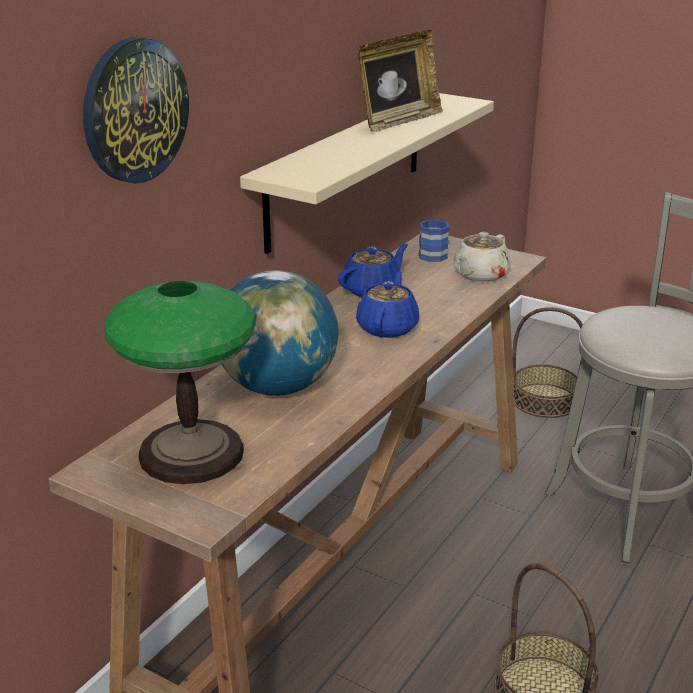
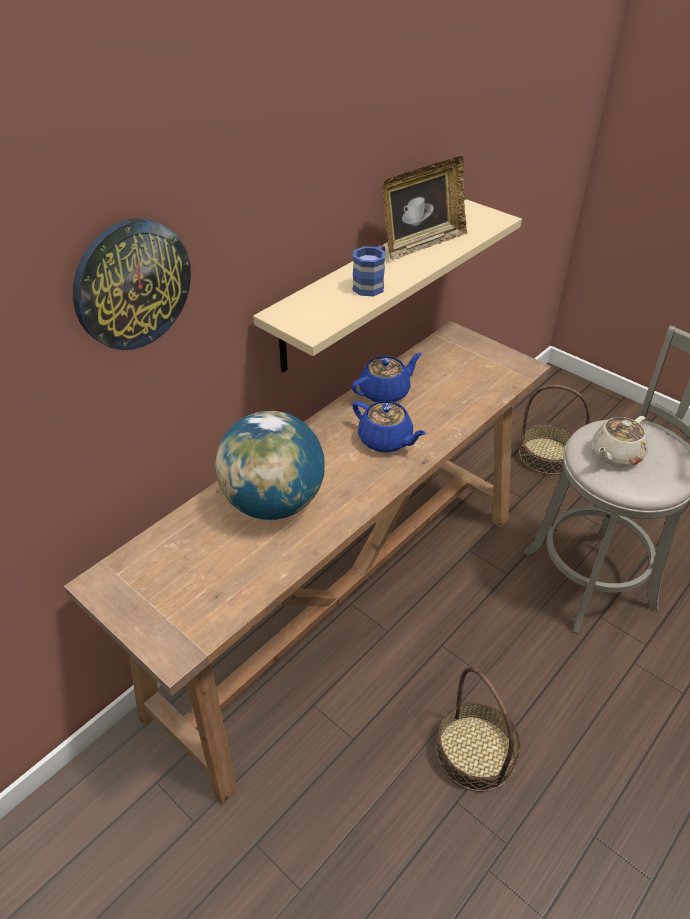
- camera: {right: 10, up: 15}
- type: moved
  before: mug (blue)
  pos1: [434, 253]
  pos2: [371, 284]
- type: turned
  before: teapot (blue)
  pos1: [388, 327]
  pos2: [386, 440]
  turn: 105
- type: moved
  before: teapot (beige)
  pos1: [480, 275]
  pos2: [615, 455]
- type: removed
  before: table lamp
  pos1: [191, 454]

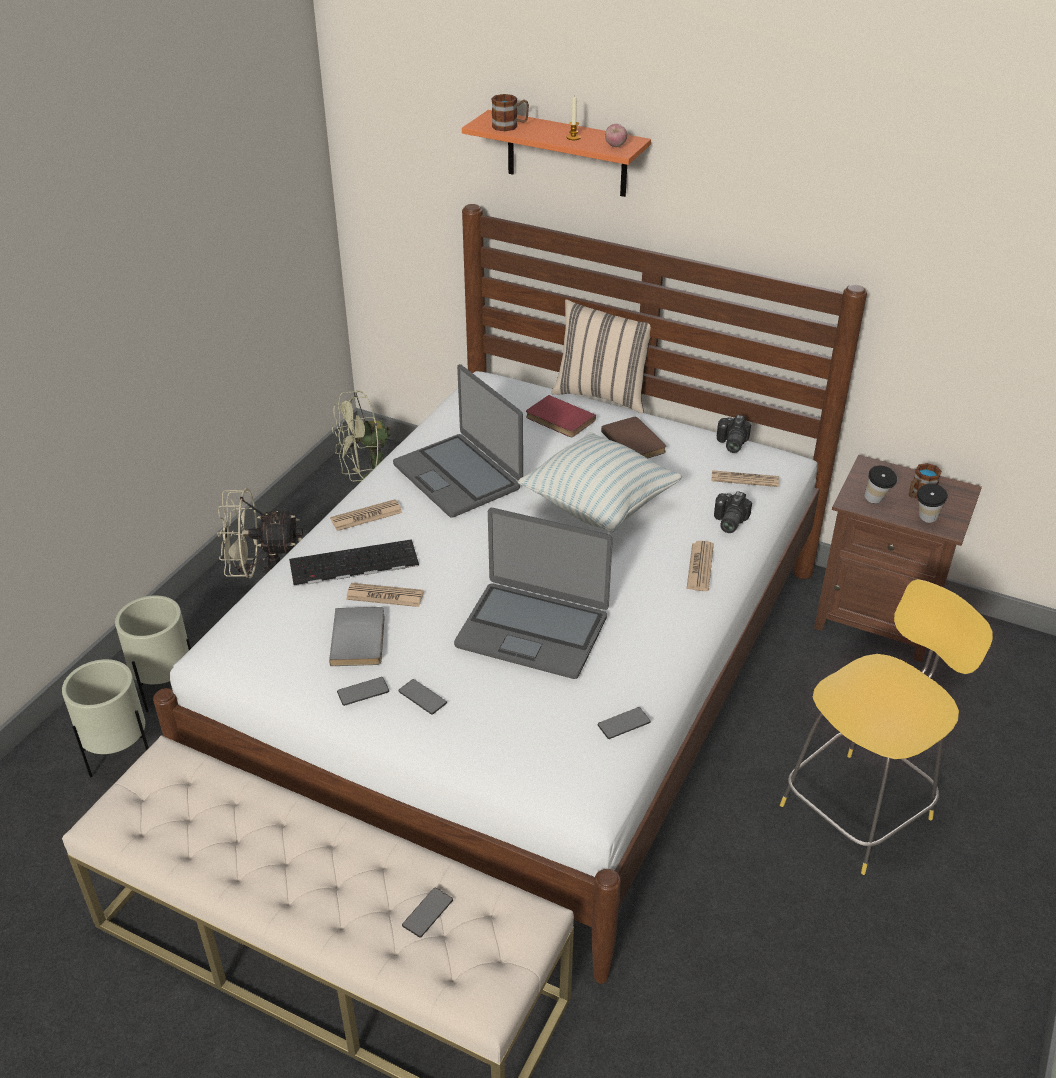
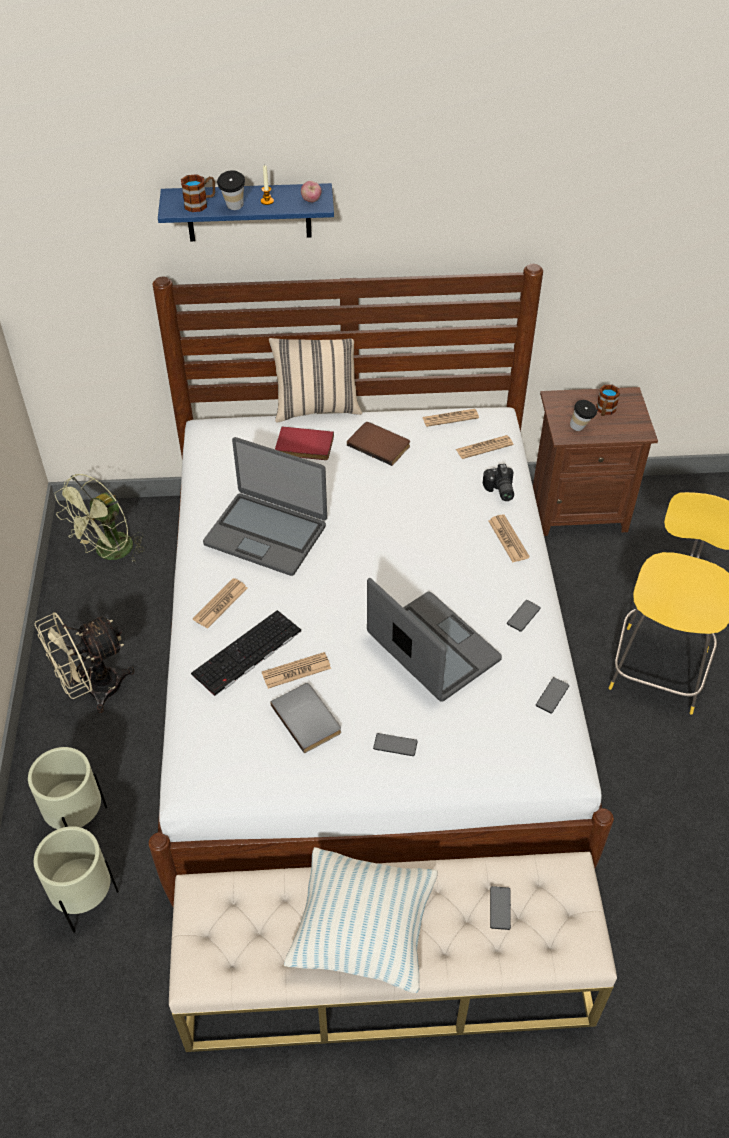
- camera: {right: -30, up: 10}
- type: recoloured
  before: shelf (orange)
  after: shelf (blue)
  pos1: [567, 154]
  pos2: [248, 212]
- type: moved
  before: cup
  pos1: [925, 520]
  pos2: [234, 209]
- type: moved
  before: pillow
  pos1: [599, 506]
  pos2: [363, 932]
- type: turned
  before: laptop
  pos1: [533, 630]
  pos2: [432, 648]
  turn: -120
- type: replaced
  before: photo camera
  after: newspaper
  pos1: [730, 443]
  pos2: [450, 418]
- type: moved
  before: phone
  pos1: [363, 692]
  pos2: [523, 616]

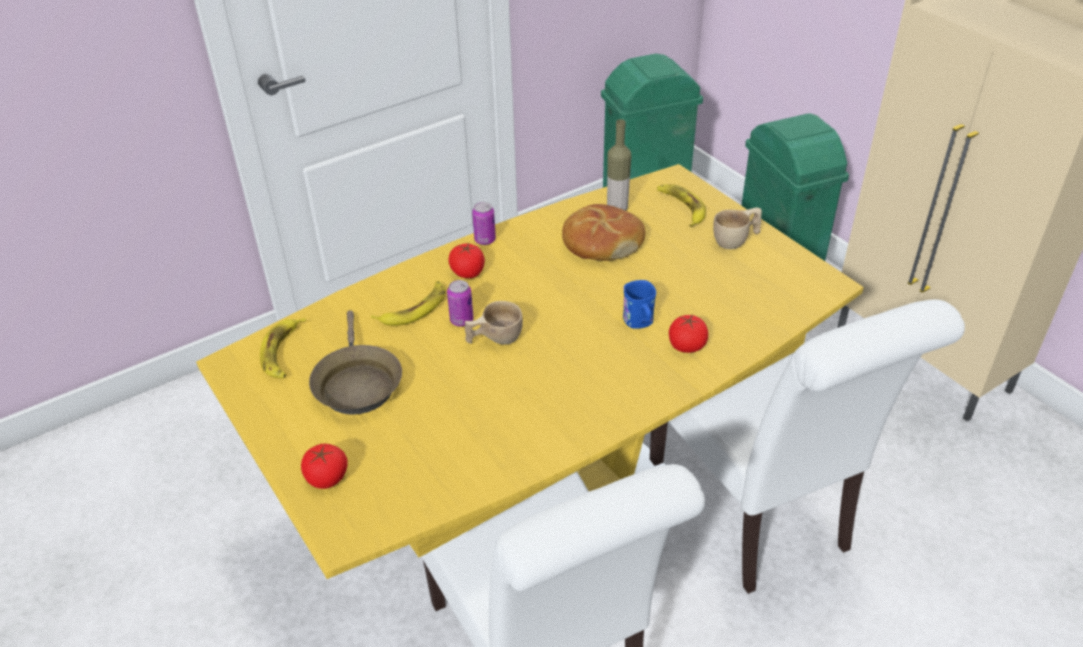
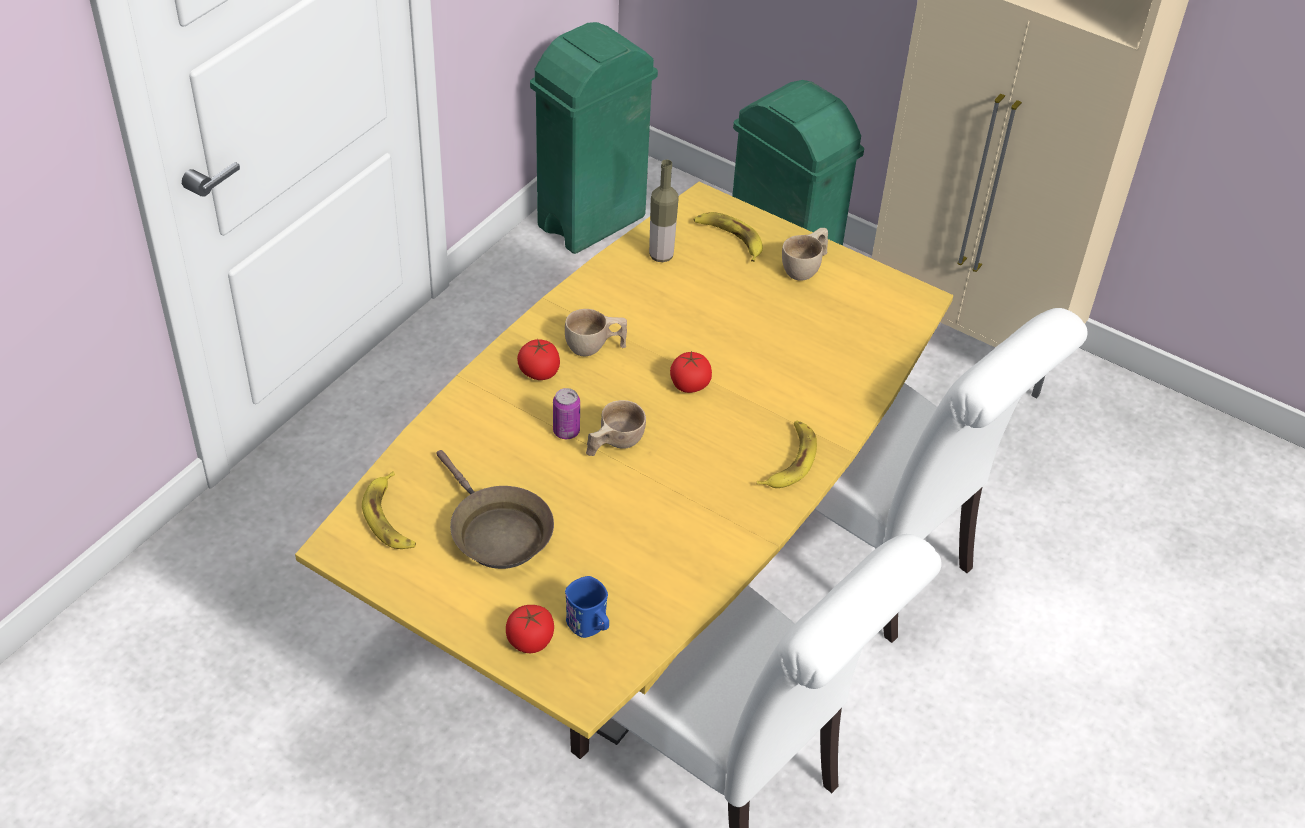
- camera: {right: -25, up: 5}
- type: added
  after: cup (beige)
  pos2: [595, 347]
- type: moved
  before: mug (blue)
  pos1: [640, 322]
  pos2: [590, 626]
- type: moved
  before: tomato
  pos1: [686, 346]
  pos2: [689, 385]
- type: moved
  before: banana
  pos1: [414, 308]
  pos2: [789, 460]
- type: removed
  before: can
  pos1: [485, 240]
- type: removed
  before: bread
  pos1: [601, 243]

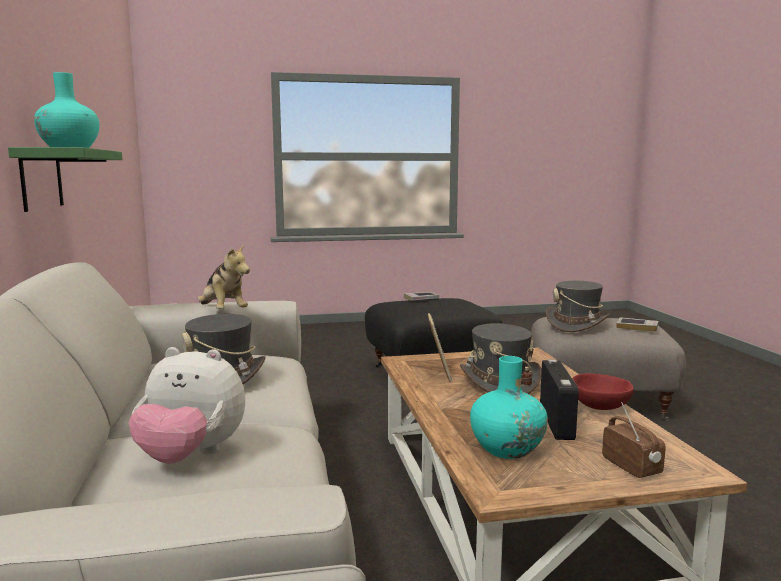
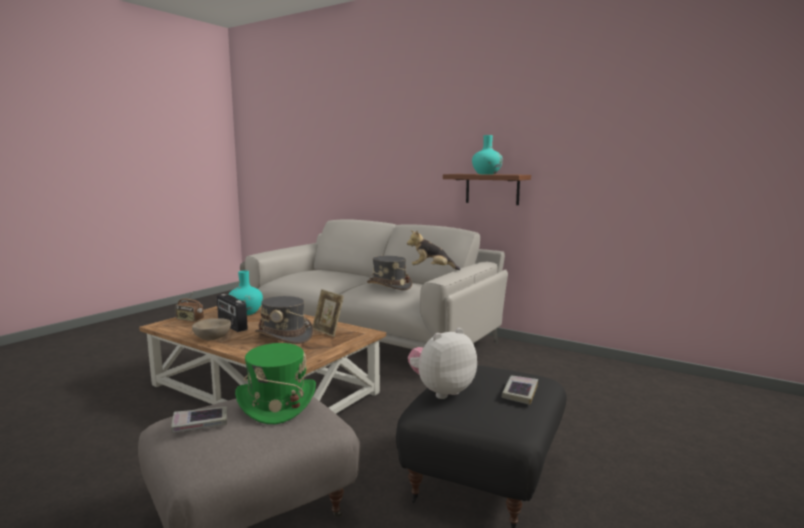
- camera: {right: 135, up: 0}
- type: recoloured
  before: bowl (red)
  after: bowl (beige)
  pos1: [600, 407]
  pos2: [213, 338]
- type: recoloured
  before: hat (grey)
  after: hat (green)
  pos1: [577, 324]
  pos2: [276, 403]
- type: moved
  before: plush toy
  pos1: [191, 457]
  pos2: [441, 391]
- type: recoloured
  before: shelf (green)
  after: shelf (brown)
  pos1: [41, 179]
  pos2: [492, 189]

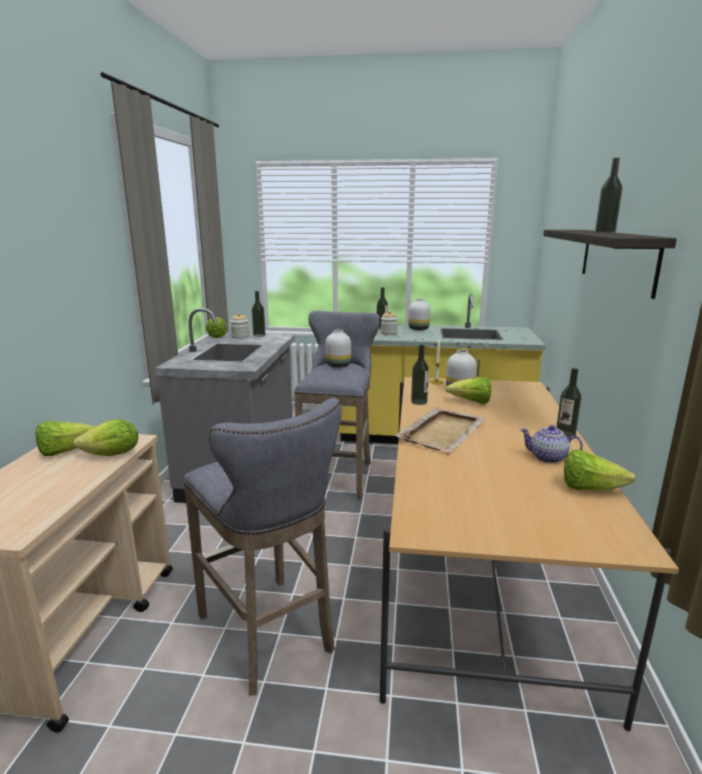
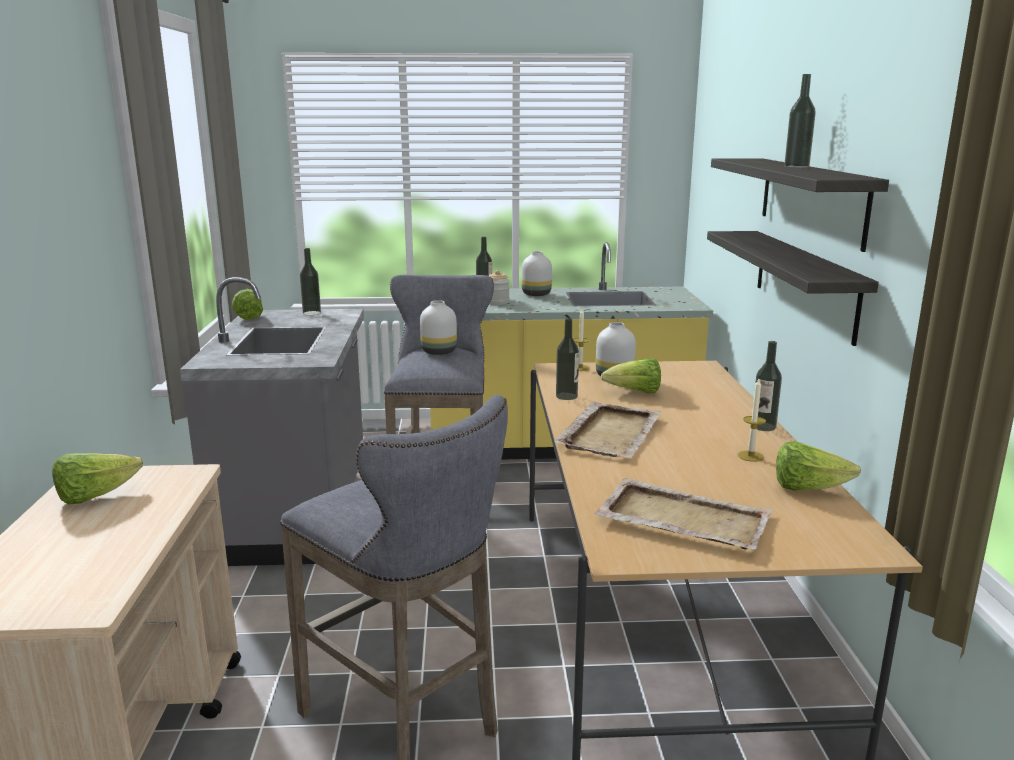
- camera: {right: -10, up: 0}
- type: added
  after: tray (beige)
  pos2: [682, 518]
- type: added
  after: shelf
  pos2: [804, 282]
- type: replaced
  before: teapot
  after: candle
  pos1: [548, 458]
  pos2: [750, 456]
- type: removed
  before: lettuce
  pos1: [113, 455]
- type: removed
  before: jar
  pos1: [240, 336]

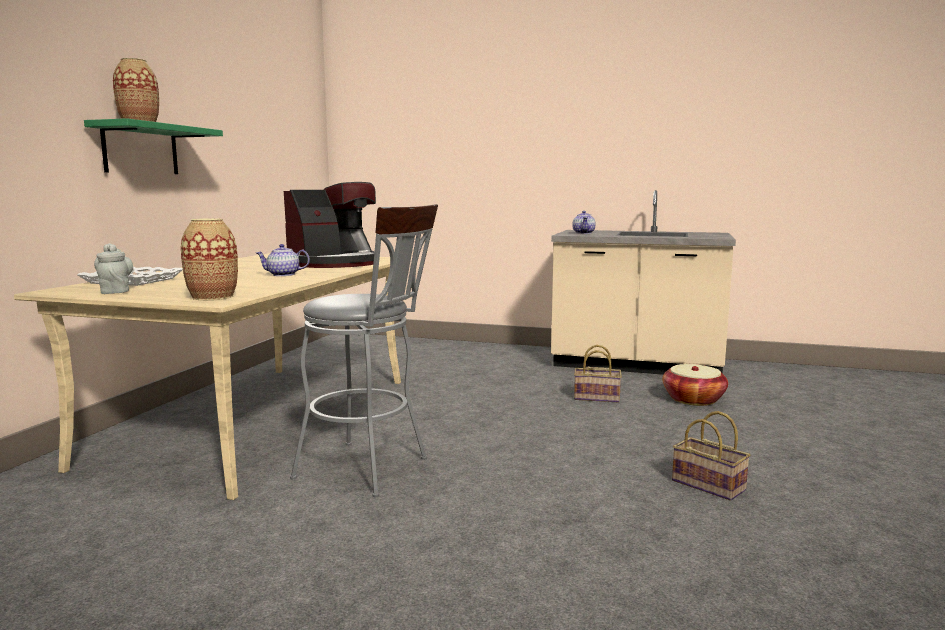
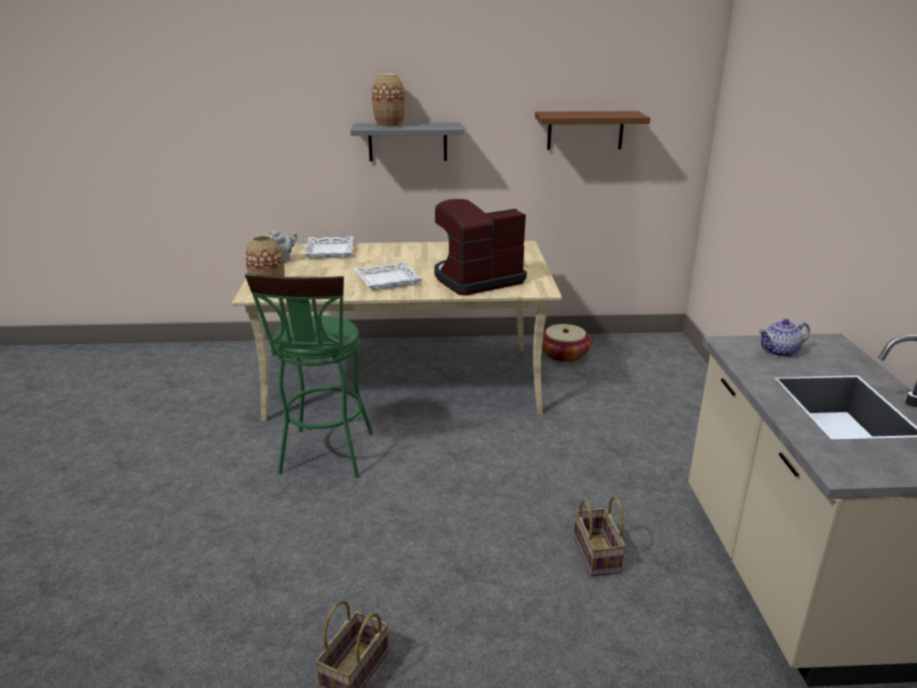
- camera: {right: 70, up: 15}
- type: recoloured
  before: stool (grey)
  after: stool (green)
  pos1: [371, 469]
  pos2: [325, 457]
- type: recoloured
  before: shelf (green)
  after: shelf (grey)
  pos1: [140, 149]
  pos2: [407, 142]
- type: replaced
  before: teapot
  after: tray (white)
  pos1: [283, 275]
  pos2: [388, 280]
- type: turned
  before: coffee machine
  pos1: [334, 263]
  pos2: [476, 279]
  turn: 120
- type: added
  after: shelf (brown)
  pos2: [585, 130]
- type: moved
  before: basket
  pos1: [693, 399]
  pos2: [564, 355]

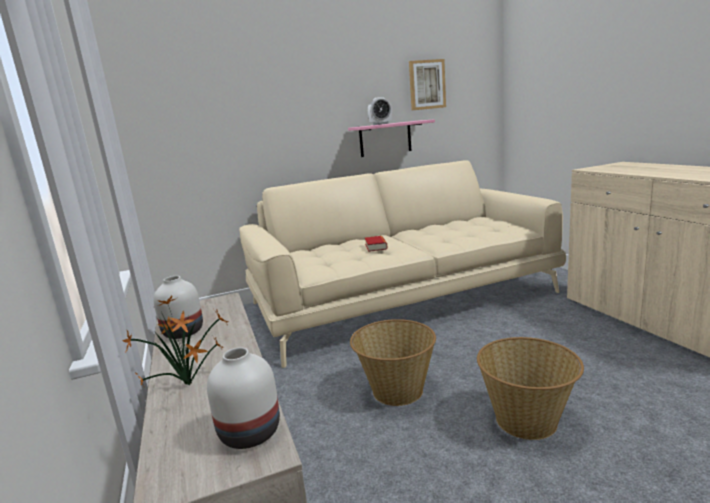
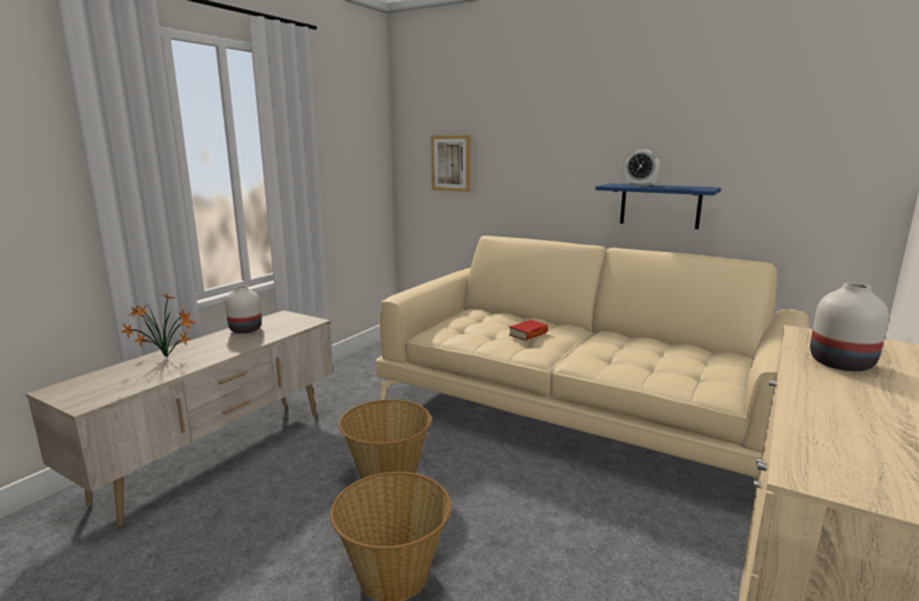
- camera: {right: 50, up: 0}
- type: moved
  before: picture
  pos1: [427, 85]
  pos2: [451, 163]
- type: recoloured
  before: shelf (pink)
  after: shelf (blue)
  pos1: [385, 139]
  pos2: [660, 205]
- type: moved
  before: vase (white)
  pos1: [251, 432]
  pos2: [842, 363]

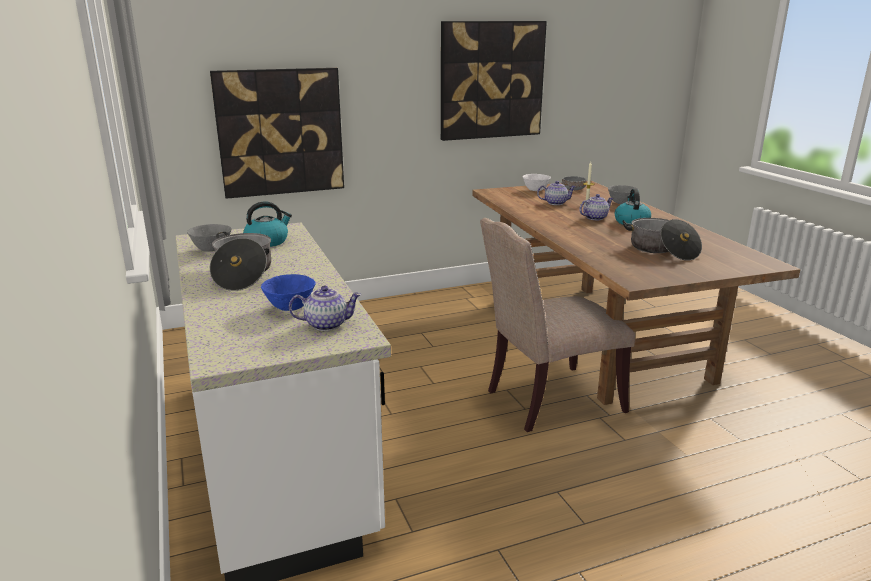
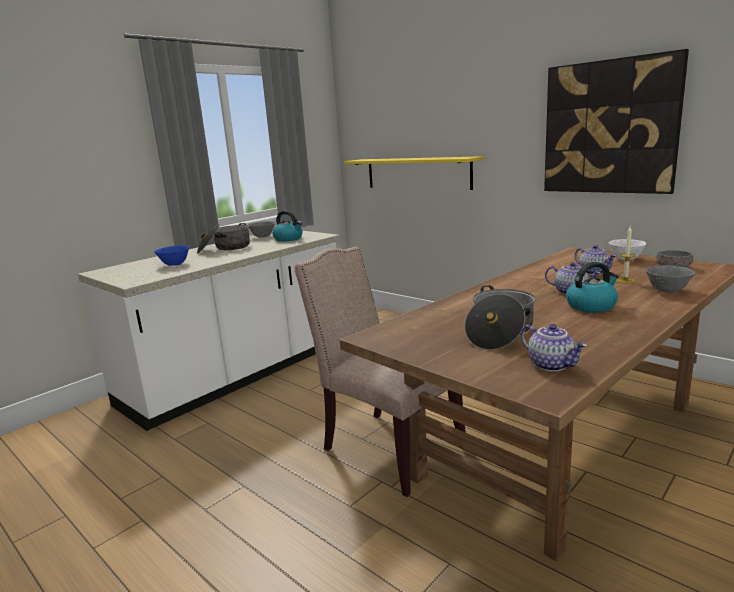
- camera: {right: 65, up: -5}
- type: replaced
  before: picture
  after: shelf (yellow)
  pos1: [280, 132]
  pos2: [417, 173]
- type: moved
  before: teapot
  pos1: [327, 324]
  pos2: [552, 365]

